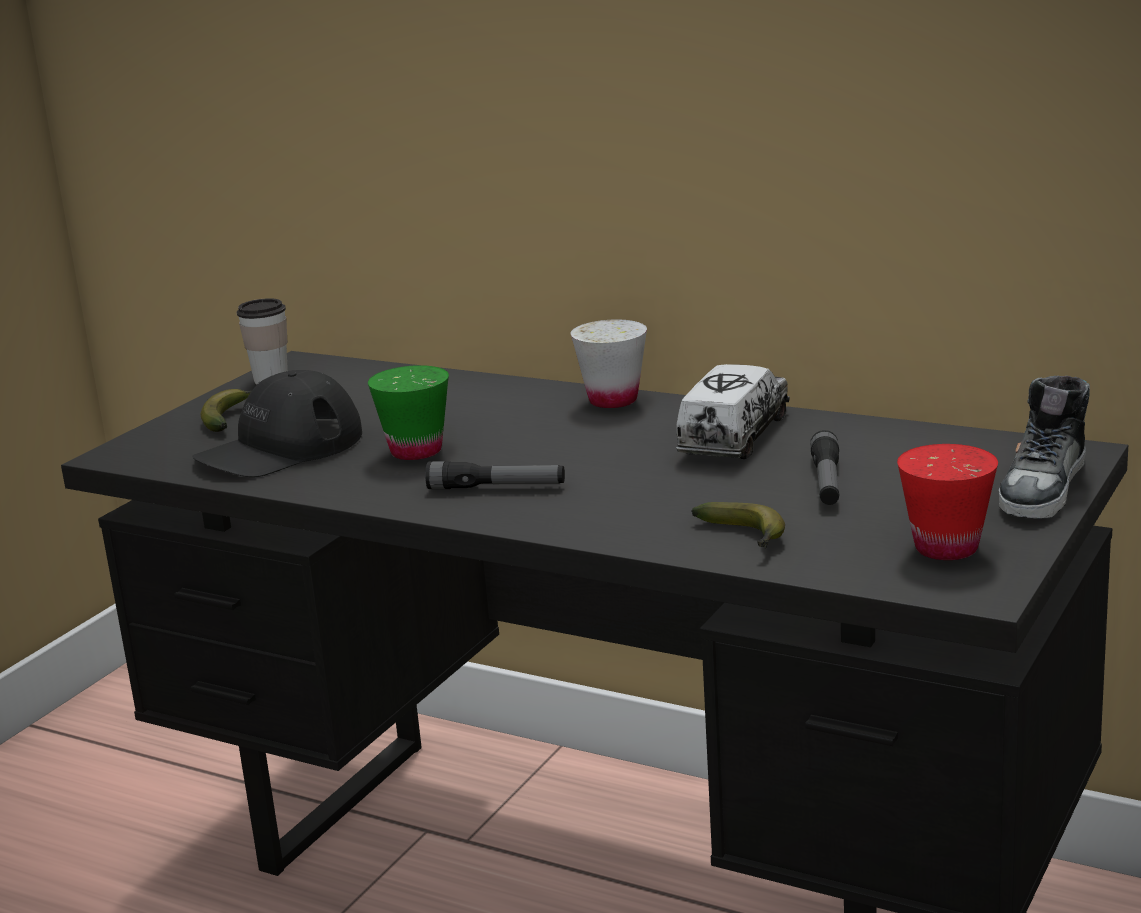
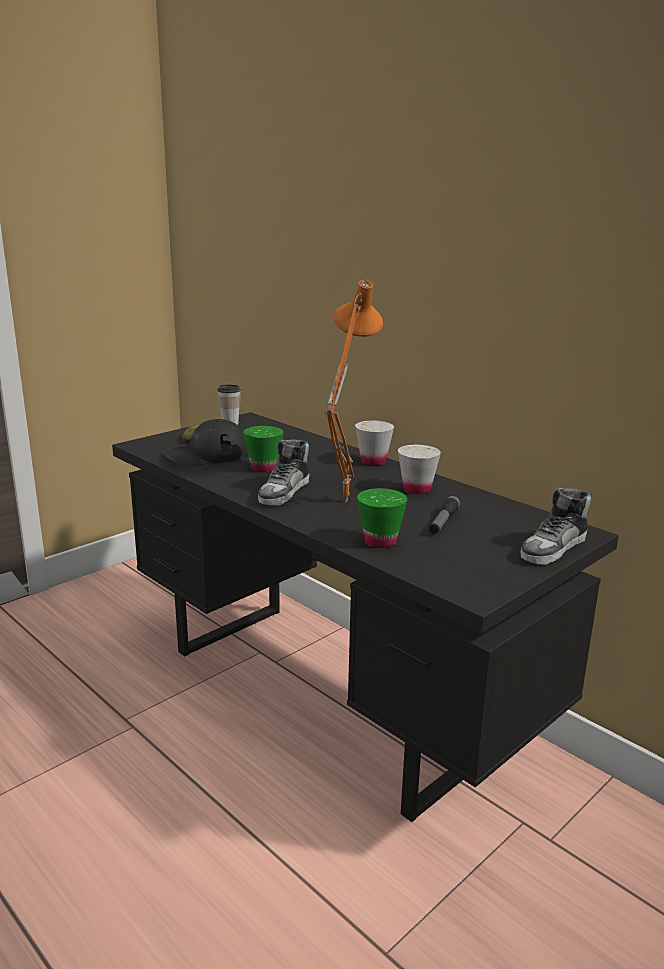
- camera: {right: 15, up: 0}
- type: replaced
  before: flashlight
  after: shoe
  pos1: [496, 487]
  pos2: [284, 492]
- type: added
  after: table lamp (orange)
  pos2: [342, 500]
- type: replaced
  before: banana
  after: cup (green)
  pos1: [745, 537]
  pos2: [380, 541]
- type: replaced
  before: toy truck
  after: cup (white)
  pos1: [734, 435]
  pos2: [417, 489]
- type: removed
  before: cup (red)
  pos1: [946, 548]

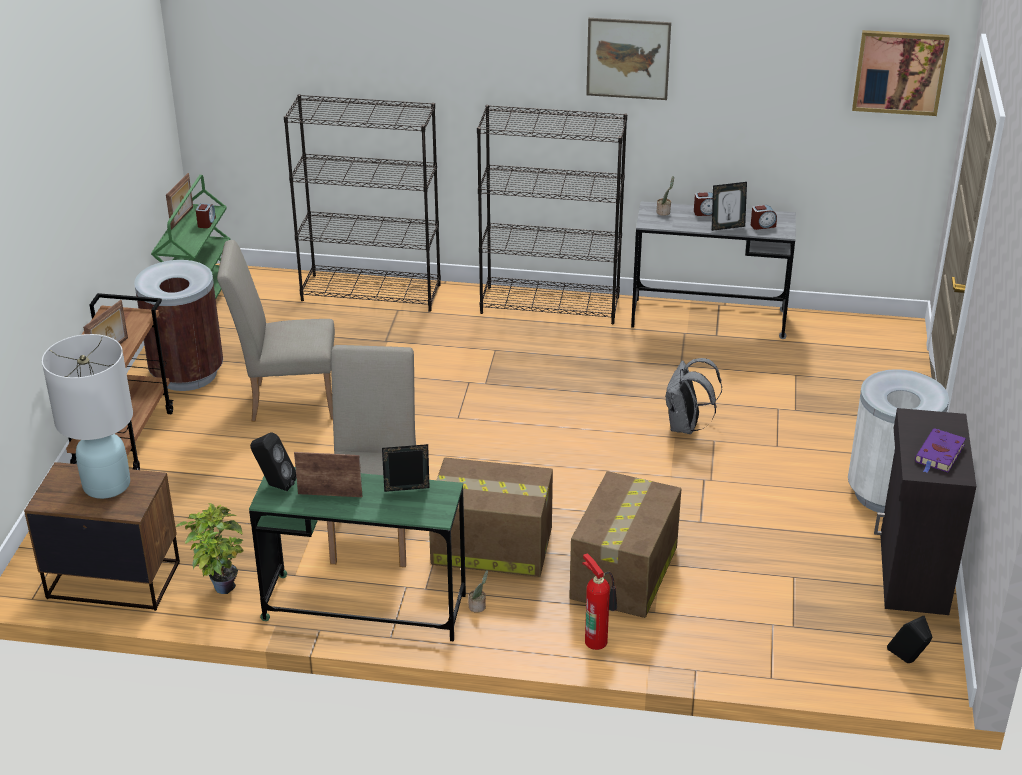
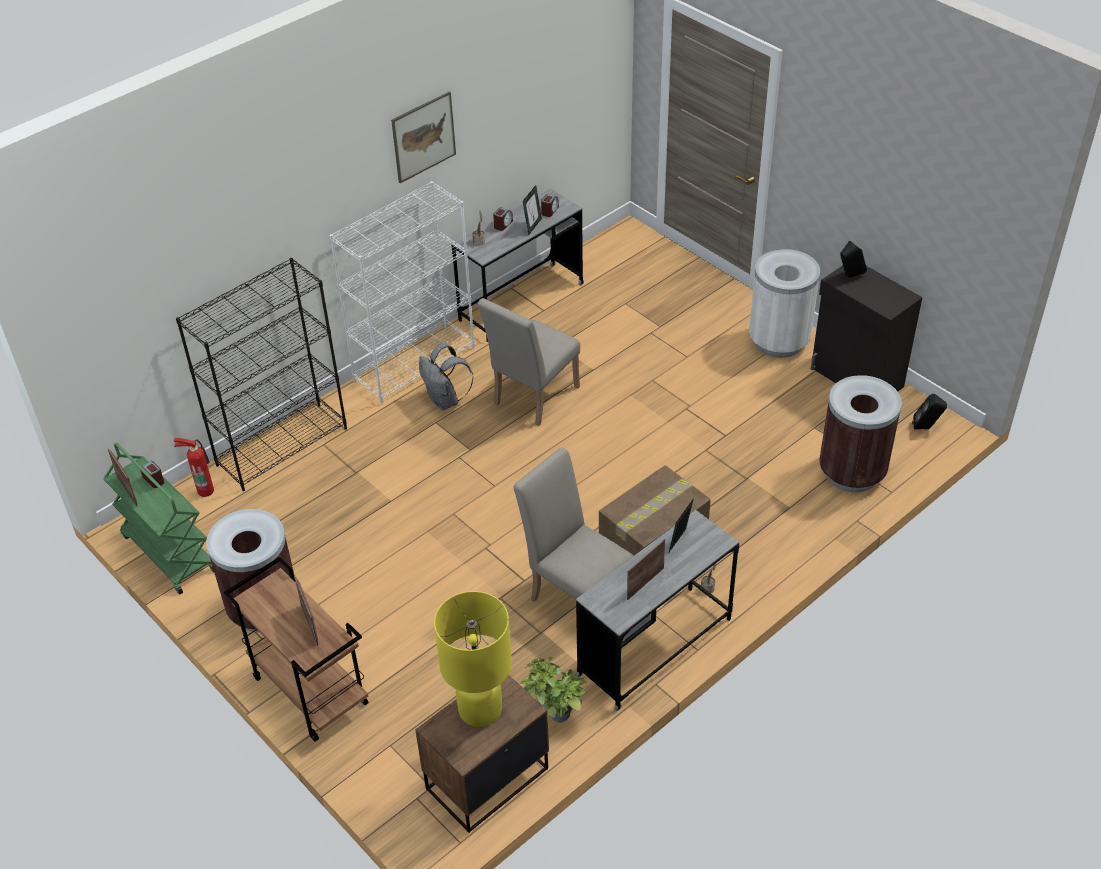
- camera: {right: -50, up: 10}
- type: moved
  before: fire extinguisher
  pos1: [597, 640]
  pos2: [204, 489]
- type: recoloured
  before: bookcase (black)
  after: bookcase (white)
  pos1: [551, 305]
  pos2: [415, 364]
- type: moved
  before: backpack (grey)
  pos1: [686, 427]
  pos2: [445, 401]
- type: recoloured
  before: table lamp (white)
  after: table lamp (yellow)
  pos1: [107, 485]
  pos2: [480, 709]
- type: moved
  before: chair (beige)
  pos1: [287, 400]
  pos2: [532, 398]
- type: recoloured
  before: desk (green)
  after: desk (grey)
  pos1: [365, 608]
  pos2: [655, 647]
- type: added
  after: trash can (brown)
  pos2: [852, 473]
- type: moved
  before: speaker (black)
  pos1: [274, 485]
  pos2: [849, 276]
- type: removed
  before: cardboard box
  pos1: [623, 574]
- type: removed
  before: picture
  pos1: [899, 72]
- type: removed
  before: book (purple)
  pos1: [939, 454]

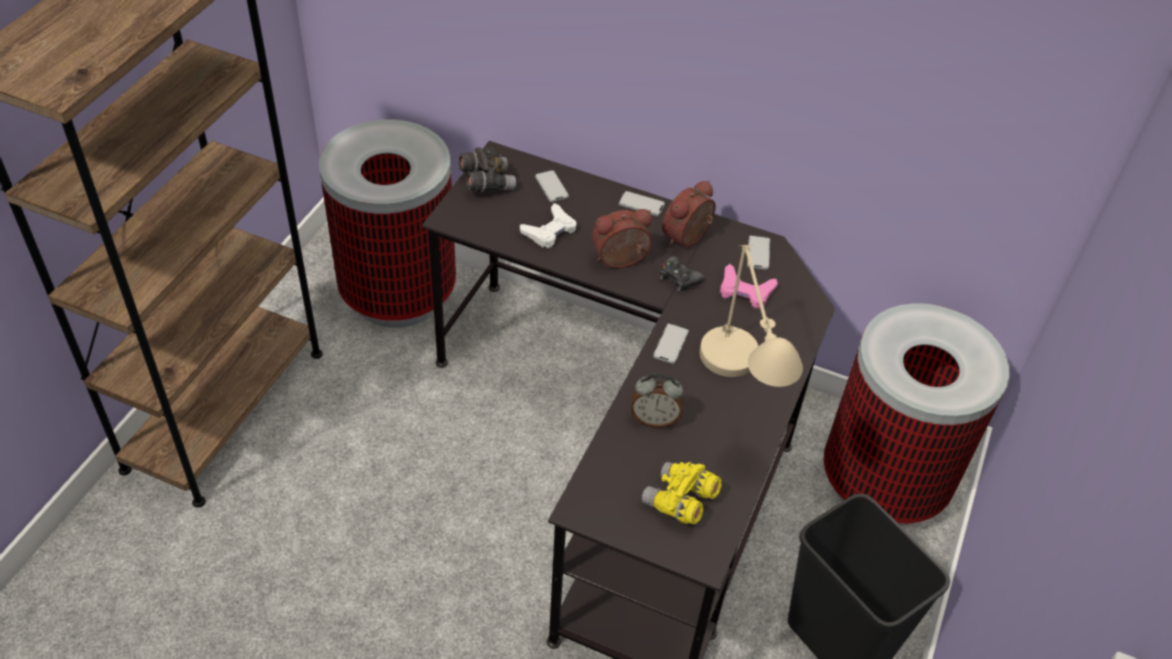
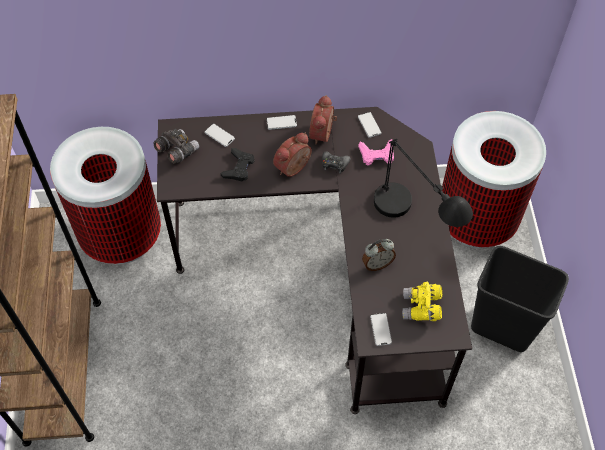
- camera: {right: -25, up: 10}
- type: recoloured
  before: game controller (white)
  after: game controller (black)
  pos1: [550, 231]
  pos2: [238, 167]
- type: moved
  before: phone
  pos1: [671, 344]
  pos2: [380, 329]
- type: recoloured
  before: table lamp (beige)
  after: table lamp (black)
  pos1: [738, 395]
  pos2: [413, 225]

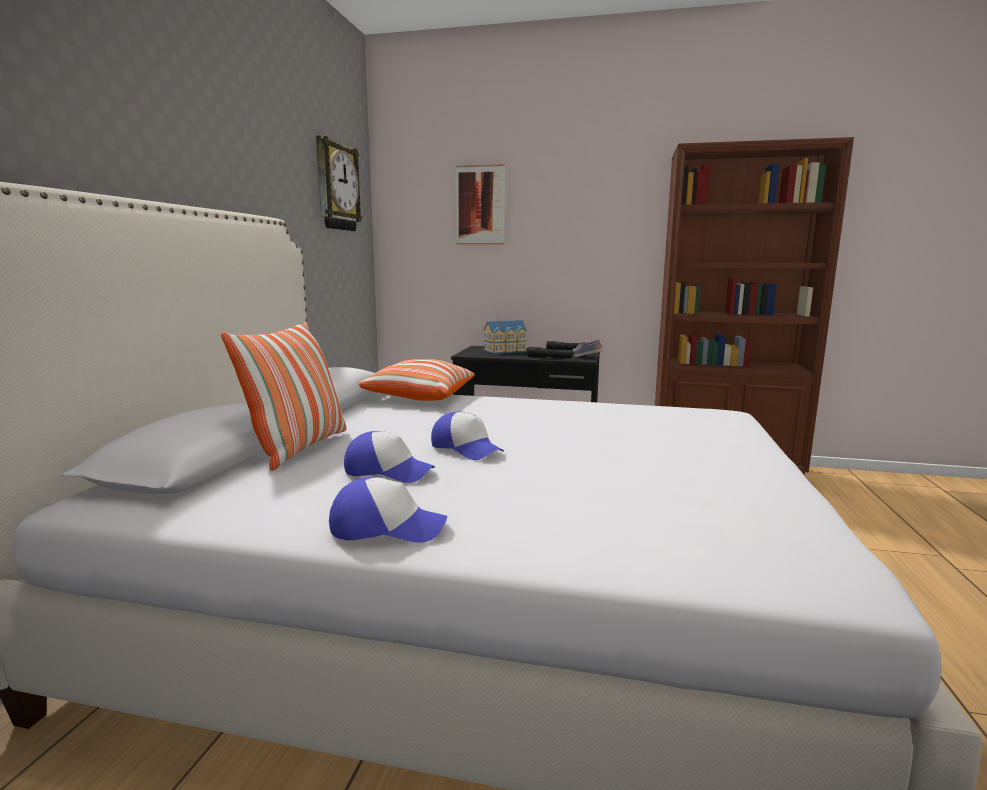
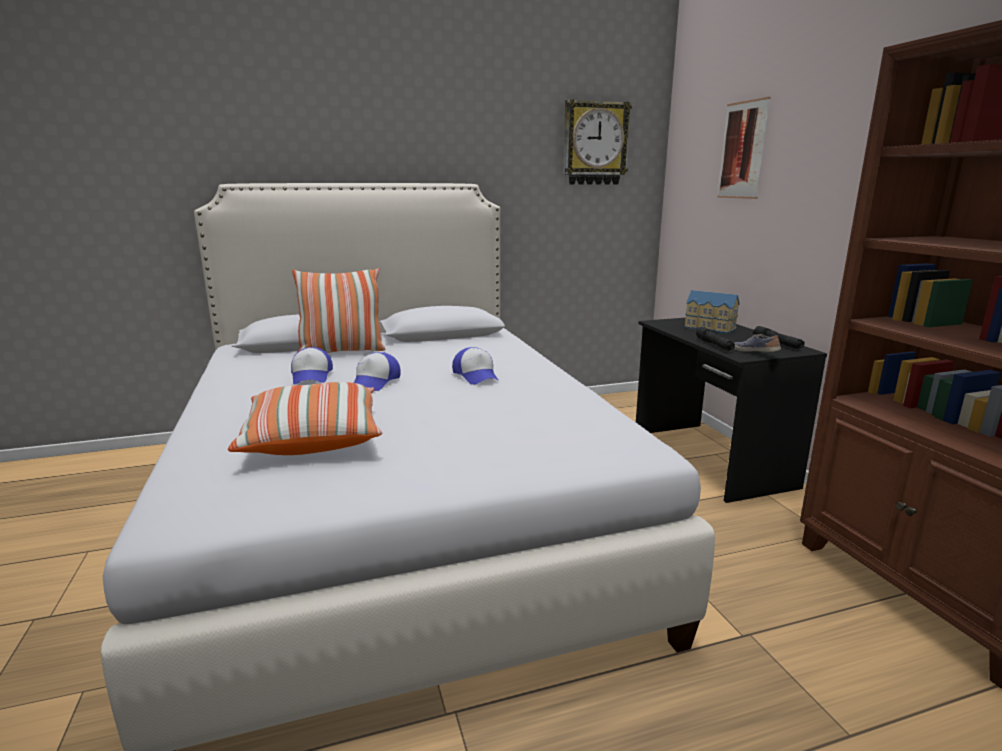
- camera: {right: 60, up: 5}
- type: moved
  before: pillow
  pos1: [418, 397]
  pos2: [313, 438]
- type: moved
  before: cap
  pos1: [387, 527]
  pos2: [476, 376]

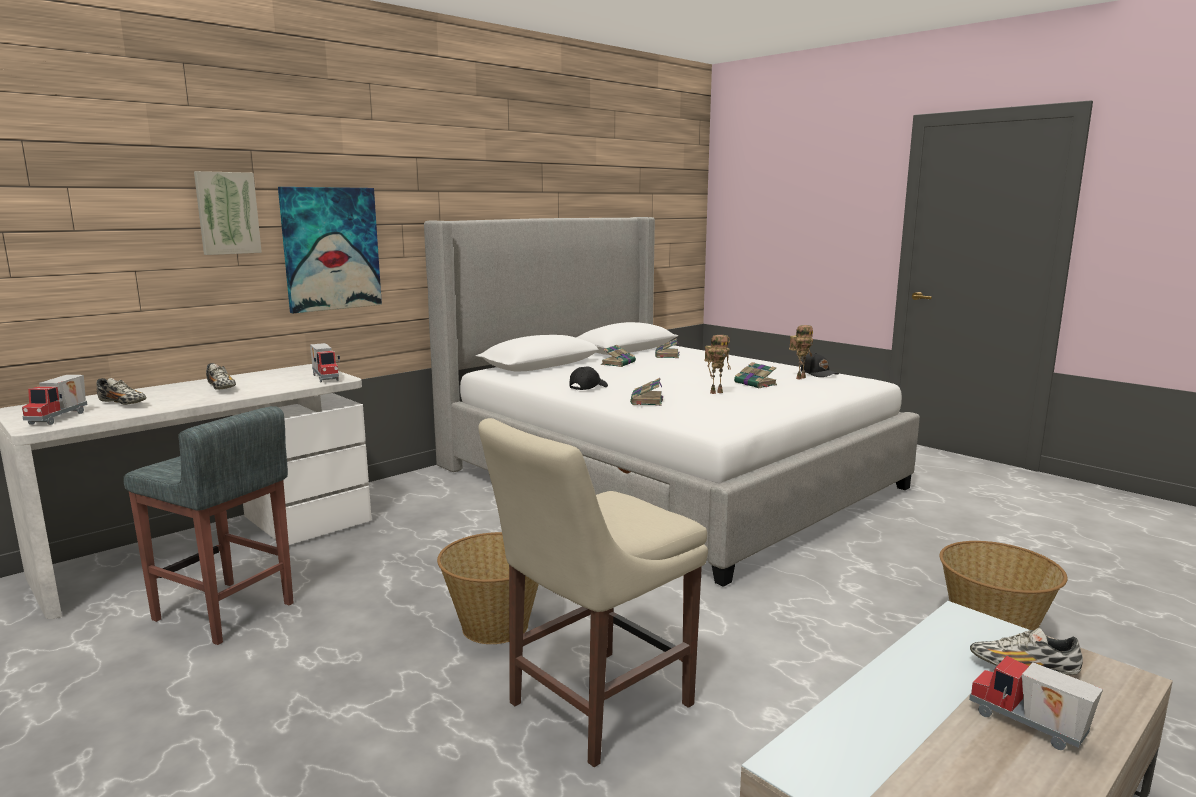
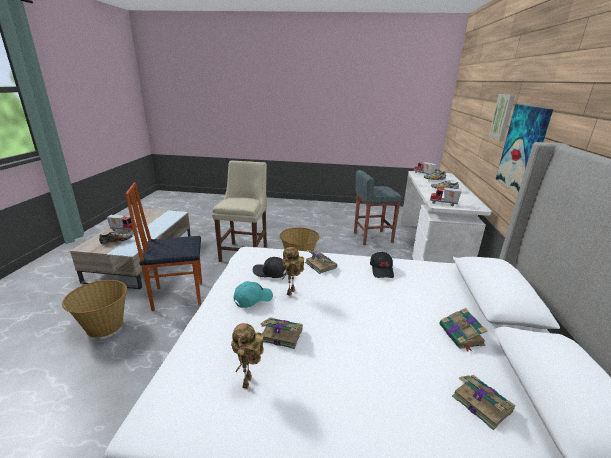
- camera: {right: 140, up: 10}
- type: added
  after: chair
  pos2: [178, 295]
- type: added
  after: cap (turquoise)
  pos2: [253, 299]
- type: moved
  before: cap (black)
  pos1: [819, 373]
  pos2: [270, 272]

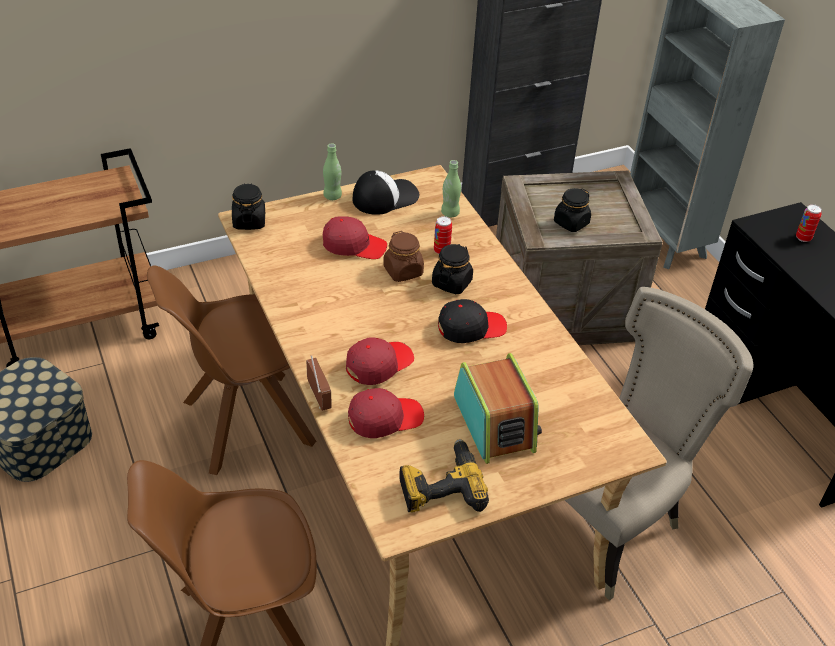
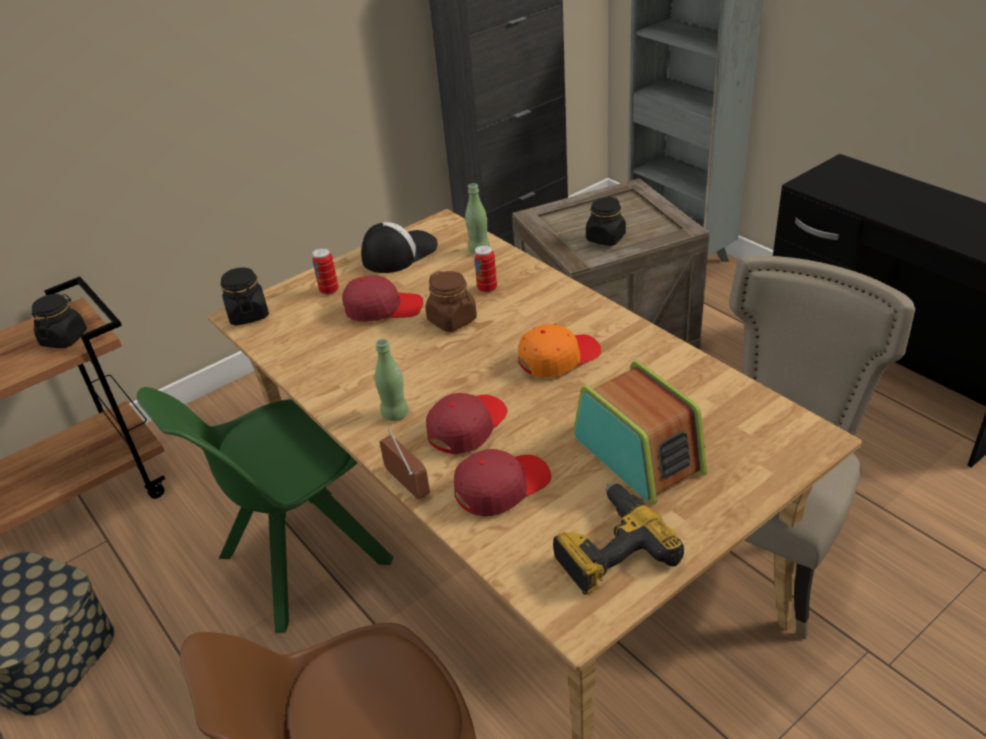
- camera: {right: -10, up: -5}
- type: moved
  before: jar (black)
  pos1: [452, 283]
  pos2: [64, 338]
- type: recoloured
  before: chair (brown)
  after: chair (green)
  pos1: [244, 423]
  pos2: [300, 561]
- type: moved
  before: can
  pos1: [803, 238]
  pos2: [329, 291]
- type: moved
  before: bottle (green)
  pos1: [332, 196]
  pos2: [395, 414]
- type: recoloured
  before: cap (black)
  after: cap (orange)
  pos1: [471, 327]
  pos2: [558, 358]

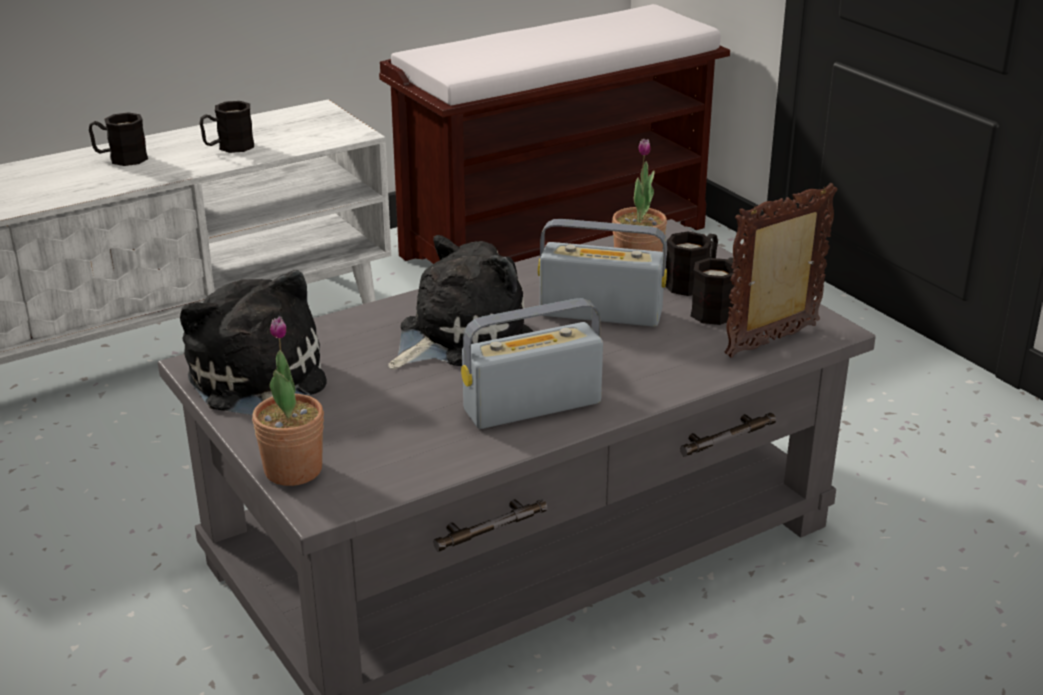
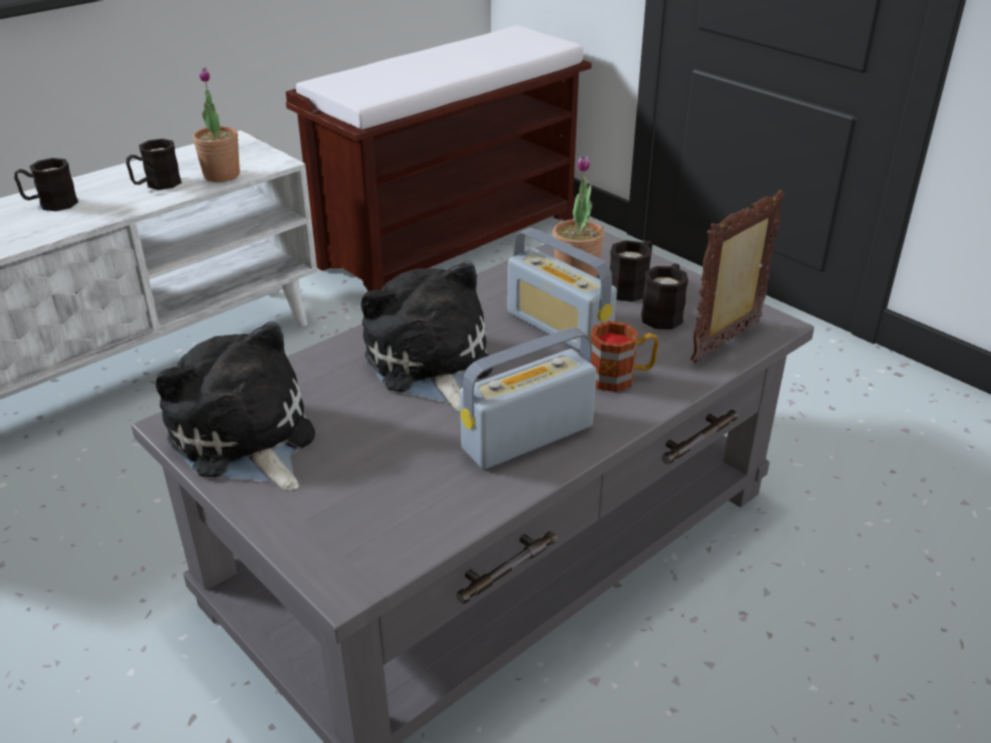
- camera: {right: -10, up: 5}
- type: moved
  before: potted plant
  pos1: [293, 470]
  pos2: [221, 175]
- type: turned
  before: plush toy
  pos1: [457, 336]
  pos2: [430, 365]
  turn: -60
- type: turned
  before: radio
  pos1: [600, 313]
  pos2: [559, 327]
  turn: -135
- type: added
  after: mug
  pos2: [621, 377]

